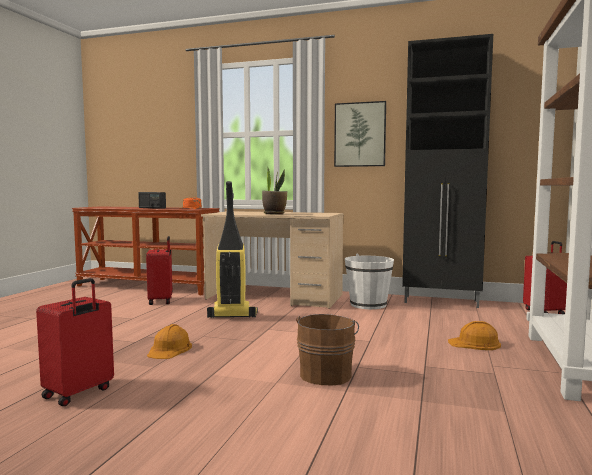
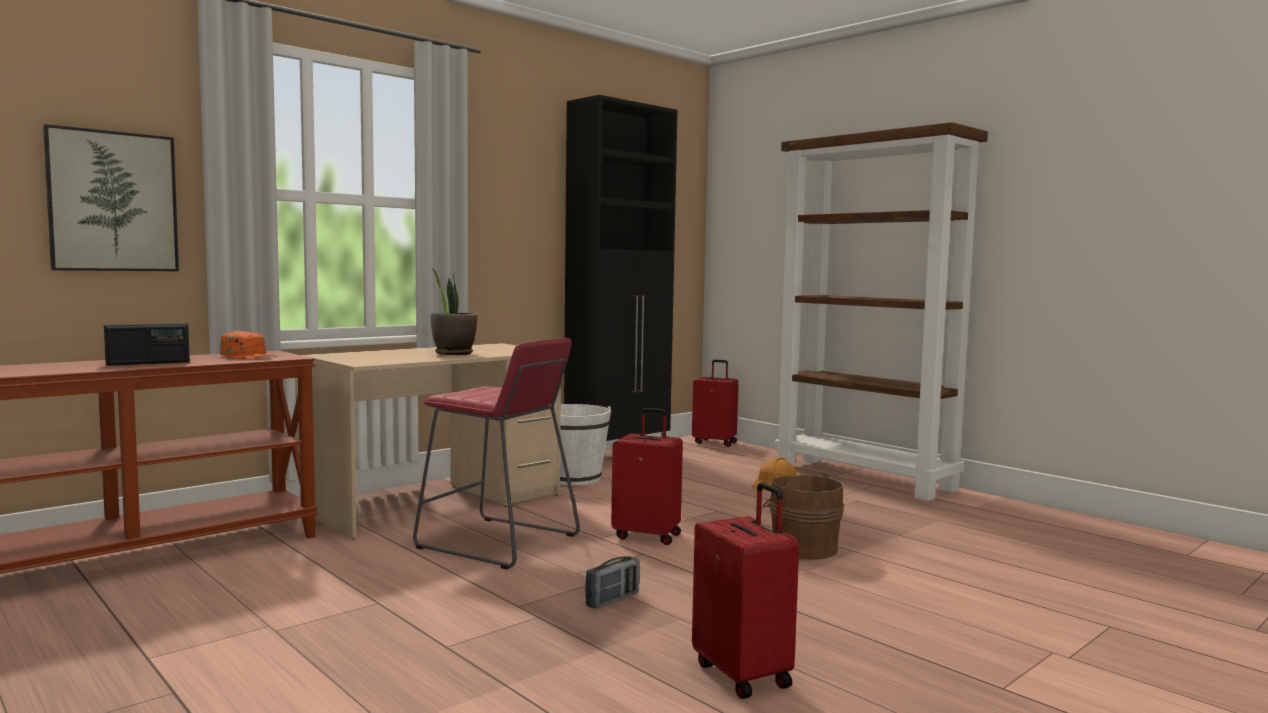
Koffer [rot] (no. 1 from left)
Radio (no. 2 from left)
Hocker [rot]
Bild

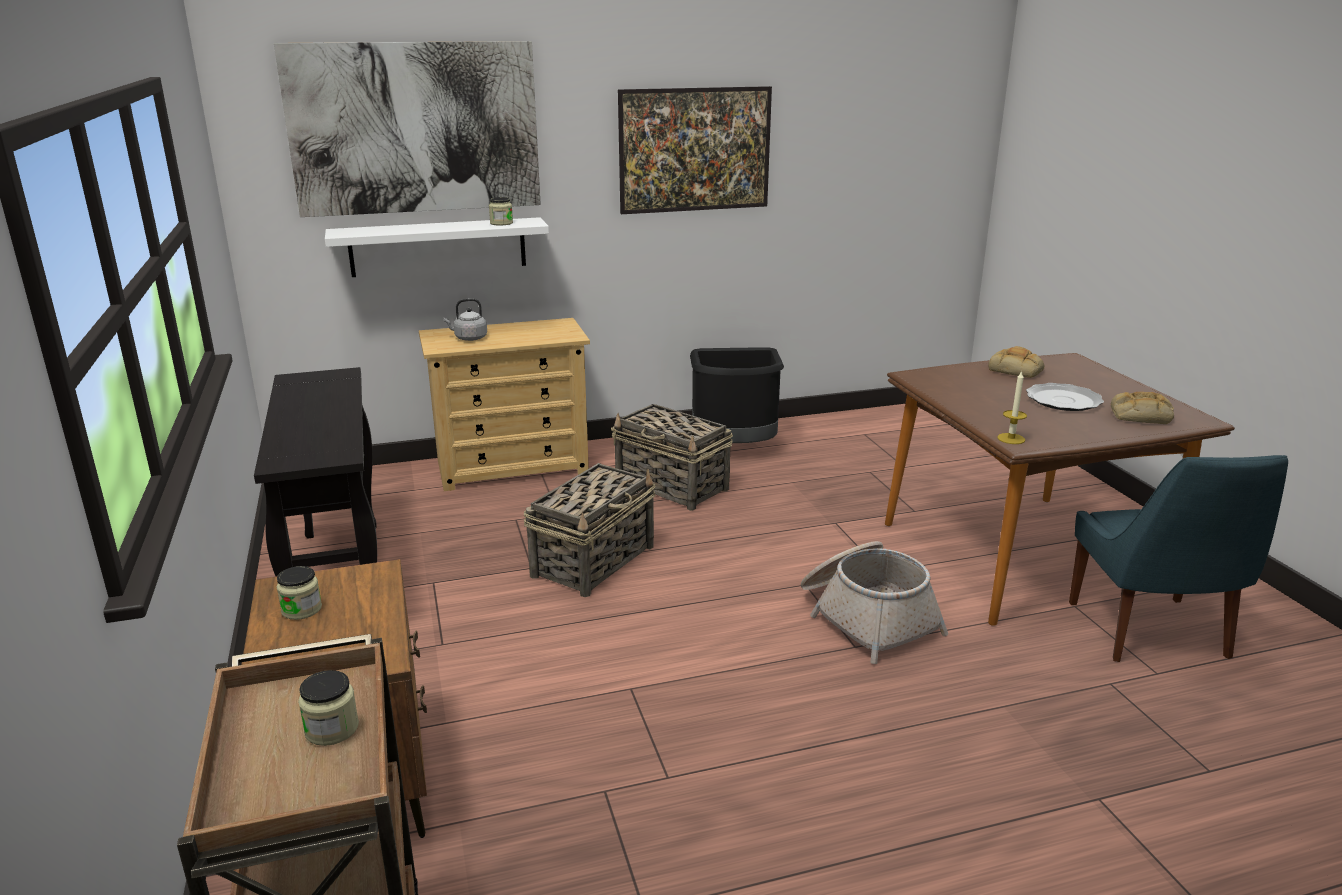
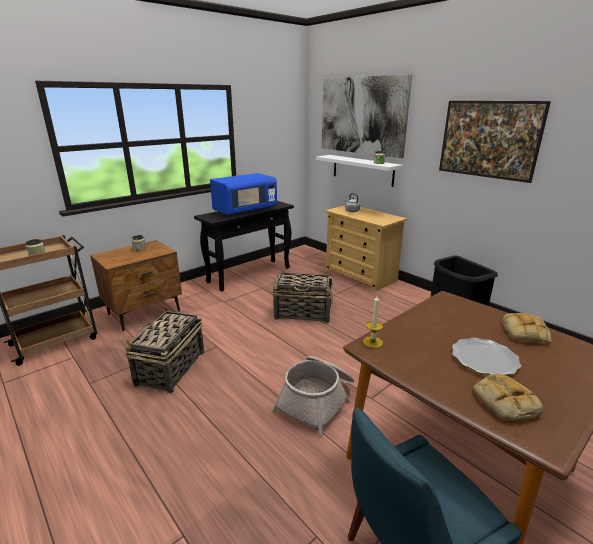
Korb (no. 1 from left)
Mikrowelle [blau]

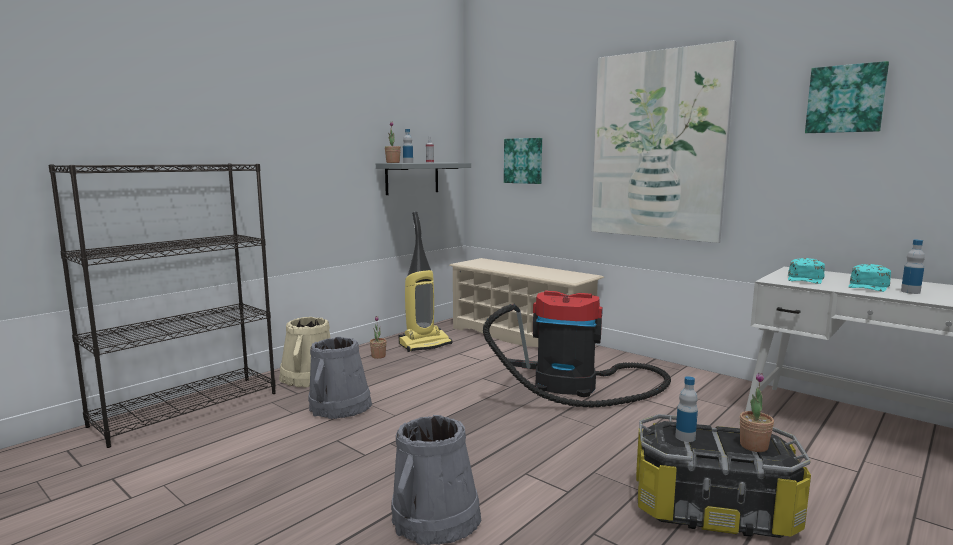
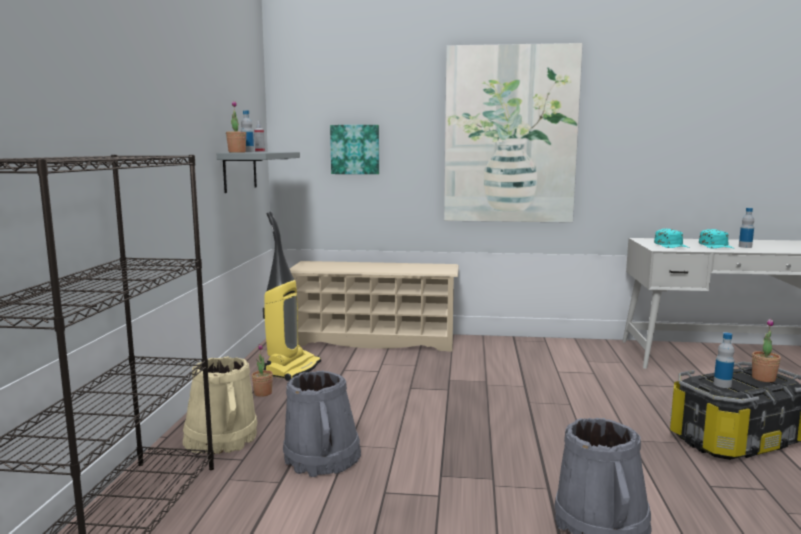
Staubsauger (no. 2 from left in the first image)
Bild (no. 3 from left in the first image)

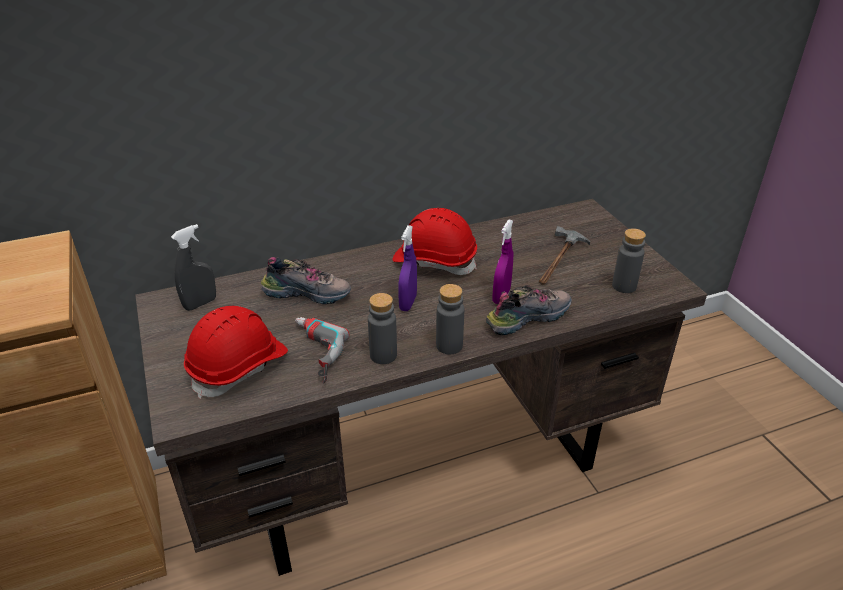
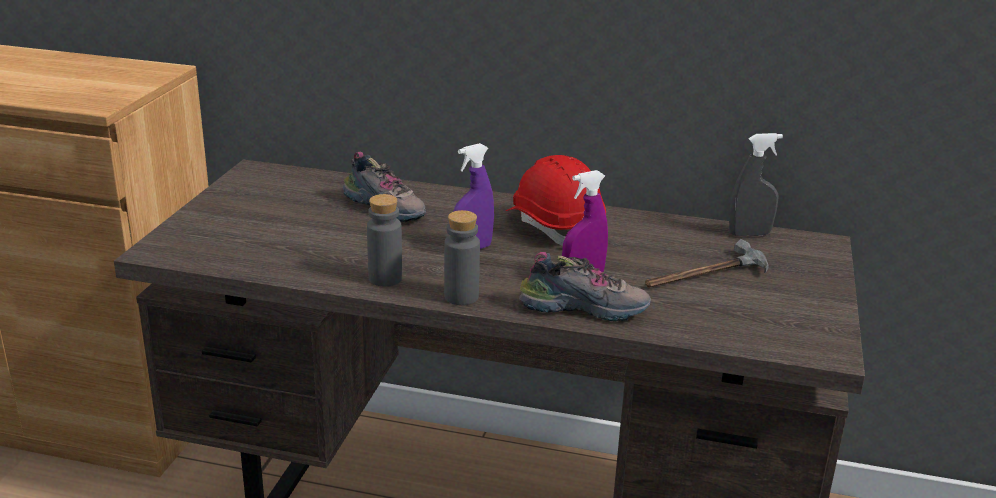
Sprühflasche [grau]
Schutzhelm [rot] (no. 1 from left in the first image)
Bohrmaschine
Flasche [grau] (no. 3 from left in the first image)

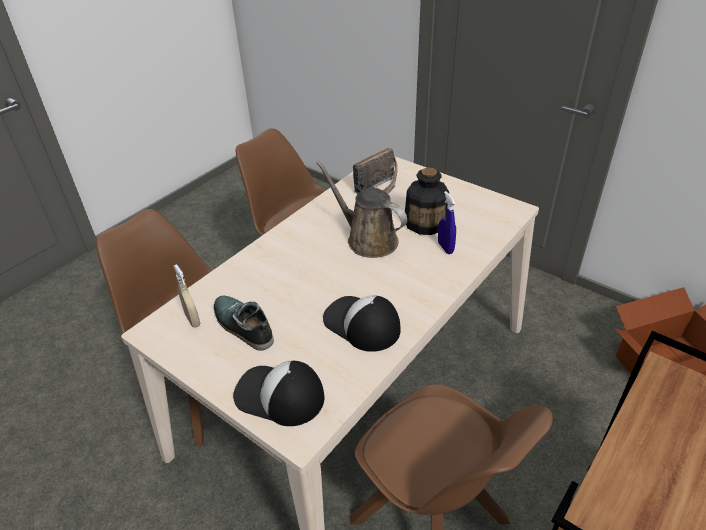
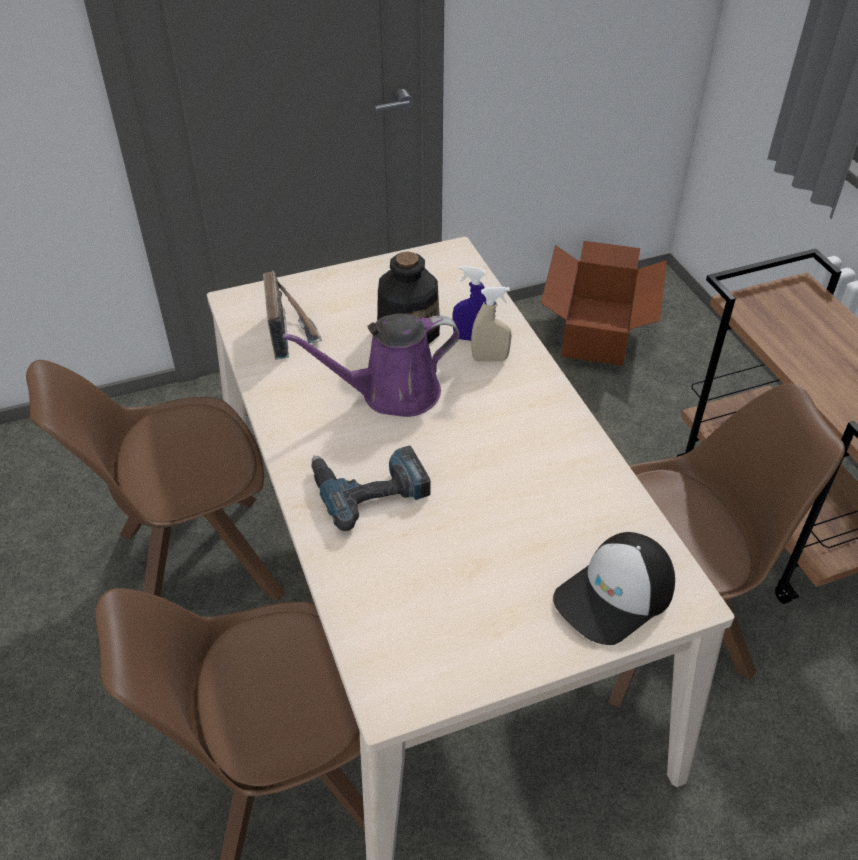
Sprühflasche [beige]
Schuh
Gießkanne [lila]
Kappe (no. 2 from left in the first image)
Bohrmaschine

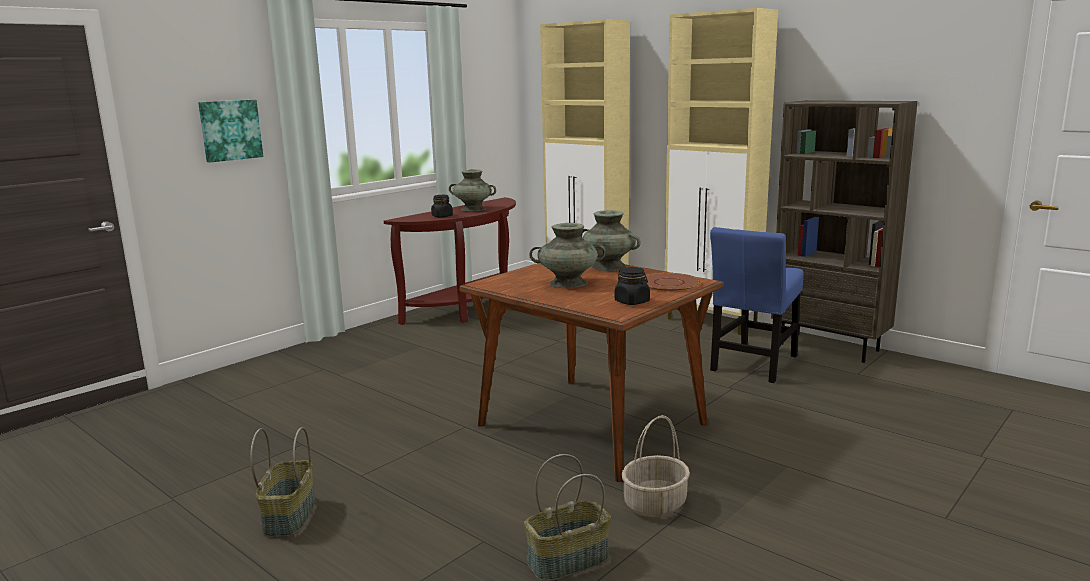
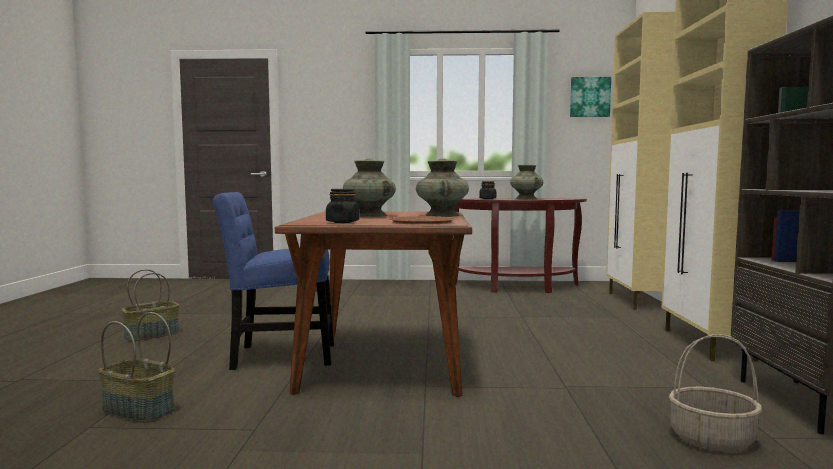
Bild
Korb (no. 3 from left)
Stuhl [blau]

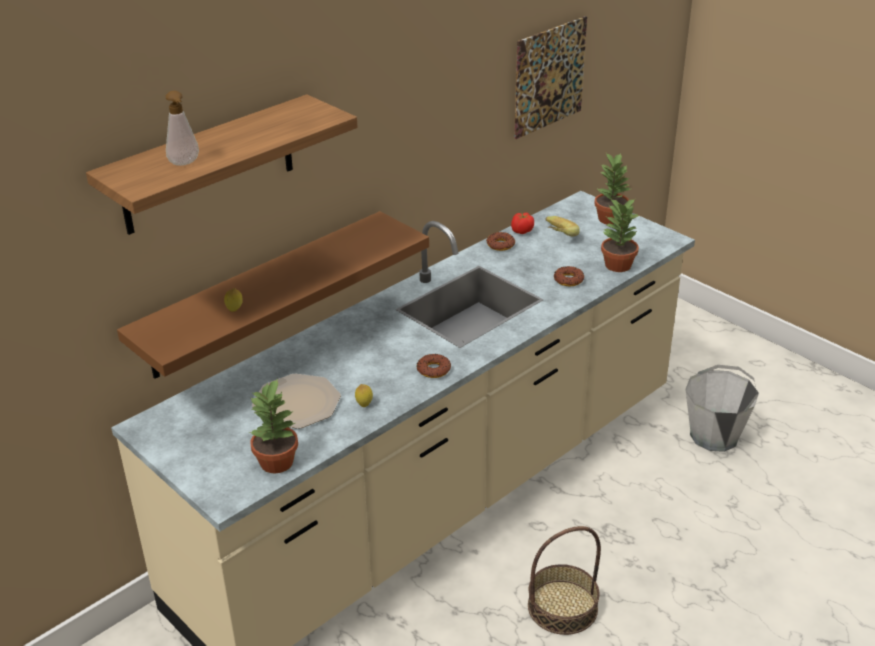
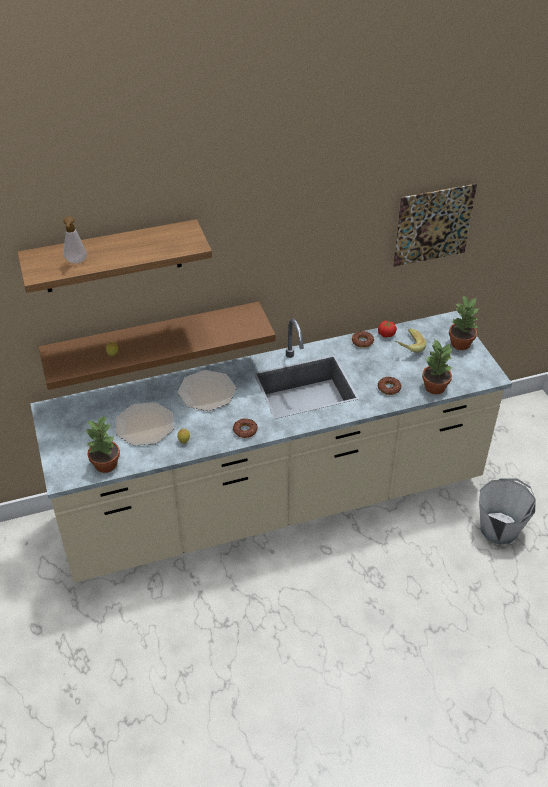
Korb
Teller (no. 2 from left)

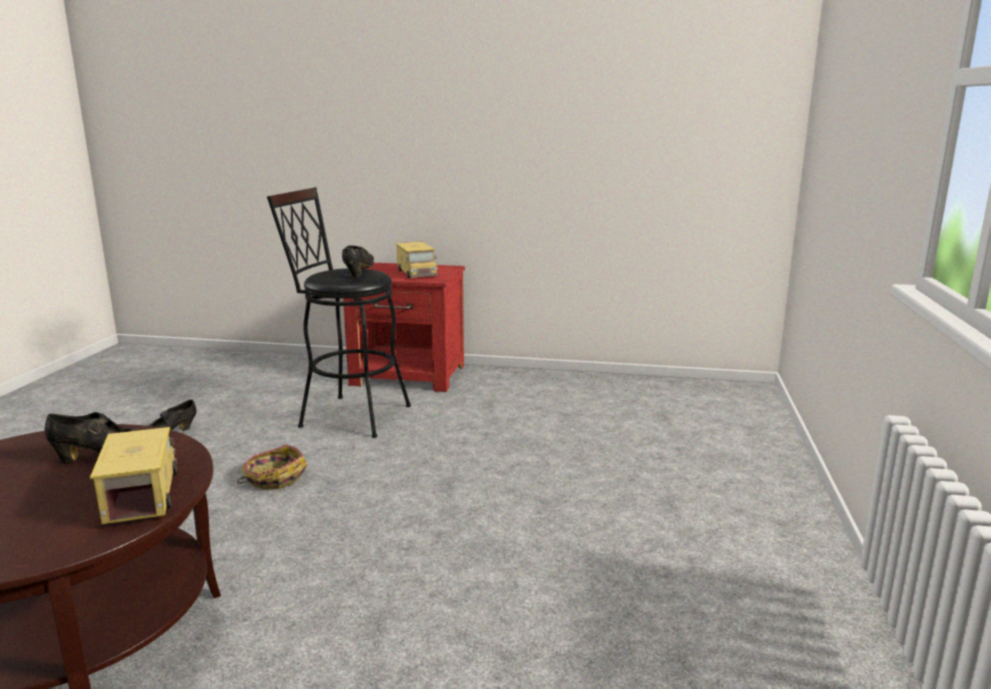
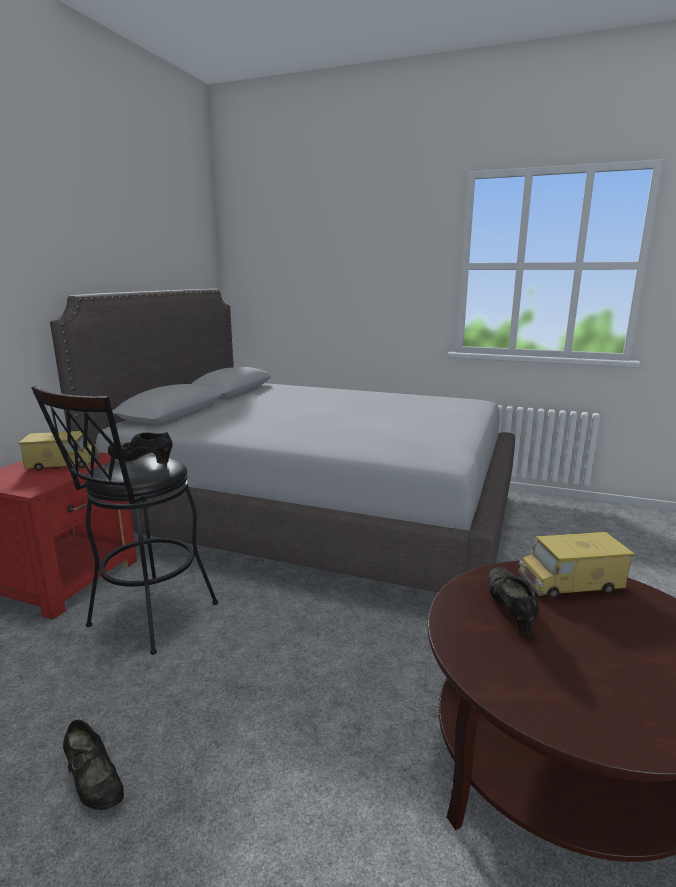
Korb
Bett [grau]

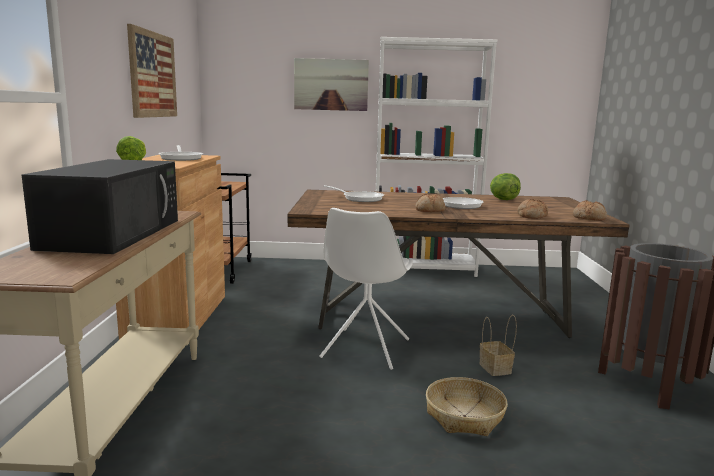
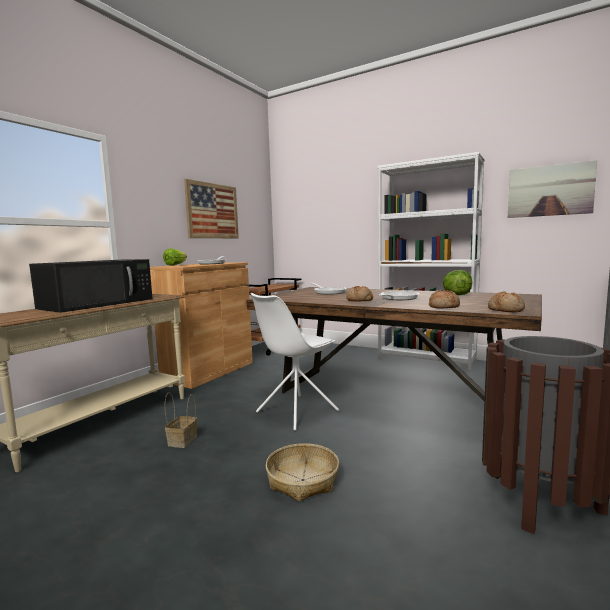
Bild (no. 2 from left)
Korb (no. 1 from left)

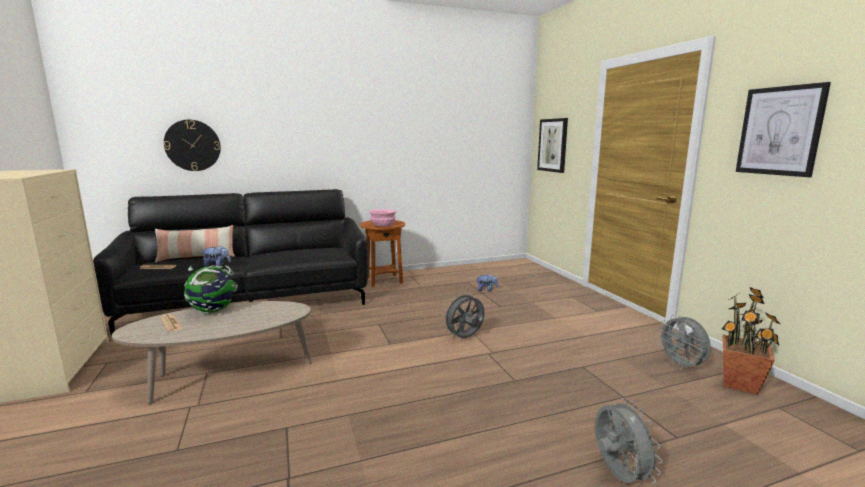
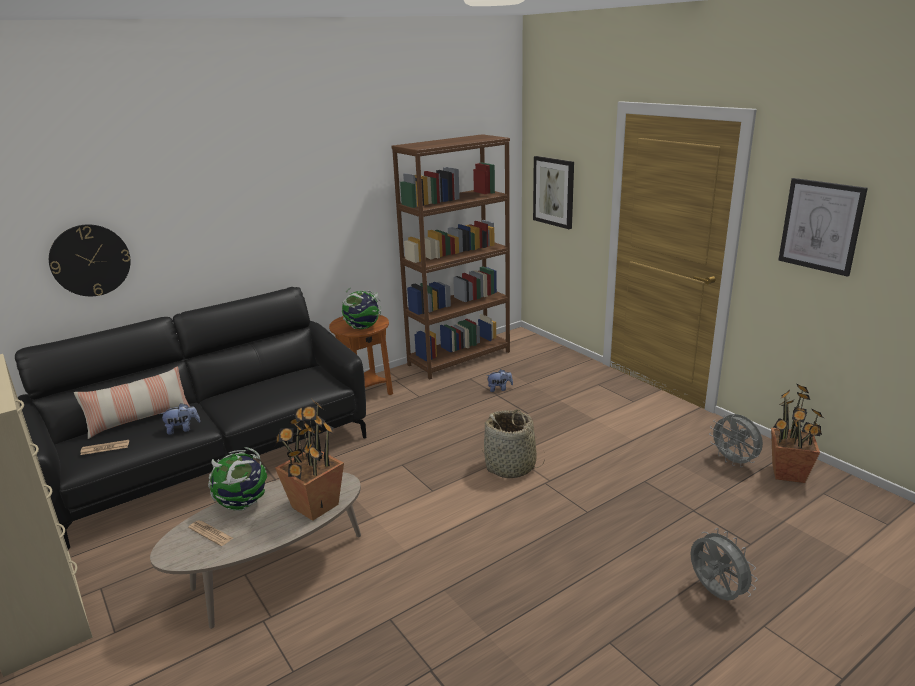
Globus (no. 2 from left)
Korb
Topfpflanze (no. 1 from left)
Bücherregal [braun]

